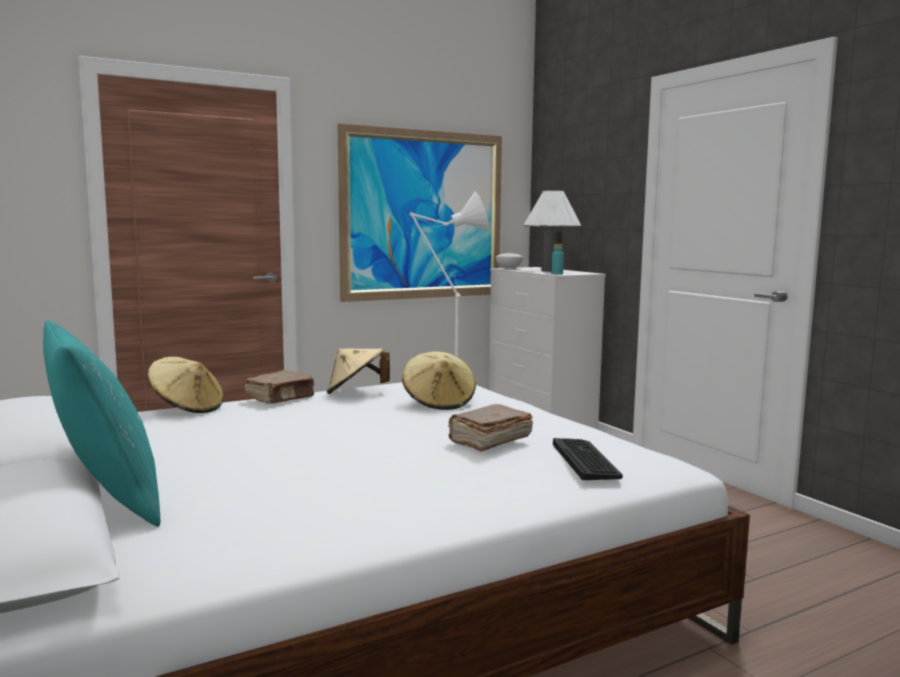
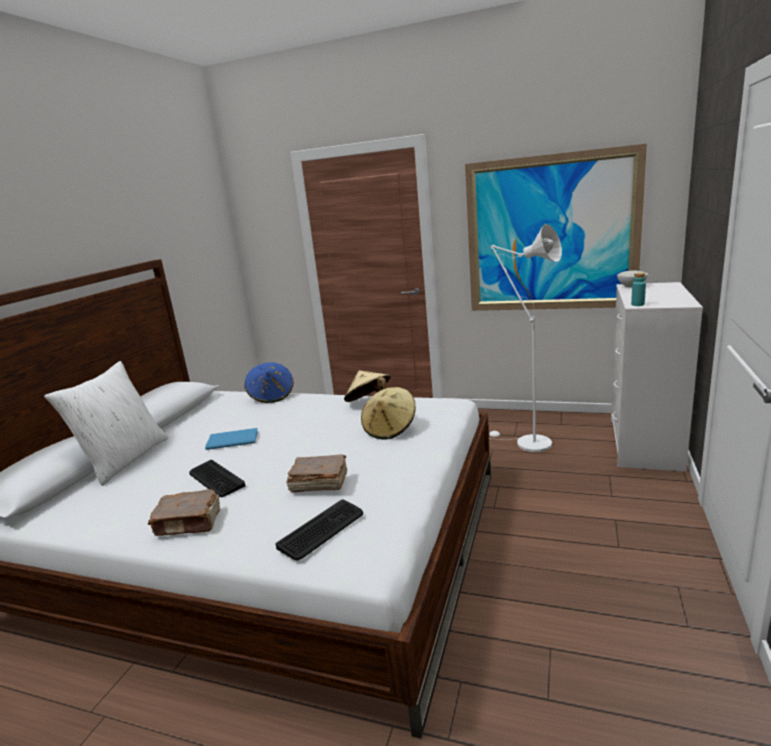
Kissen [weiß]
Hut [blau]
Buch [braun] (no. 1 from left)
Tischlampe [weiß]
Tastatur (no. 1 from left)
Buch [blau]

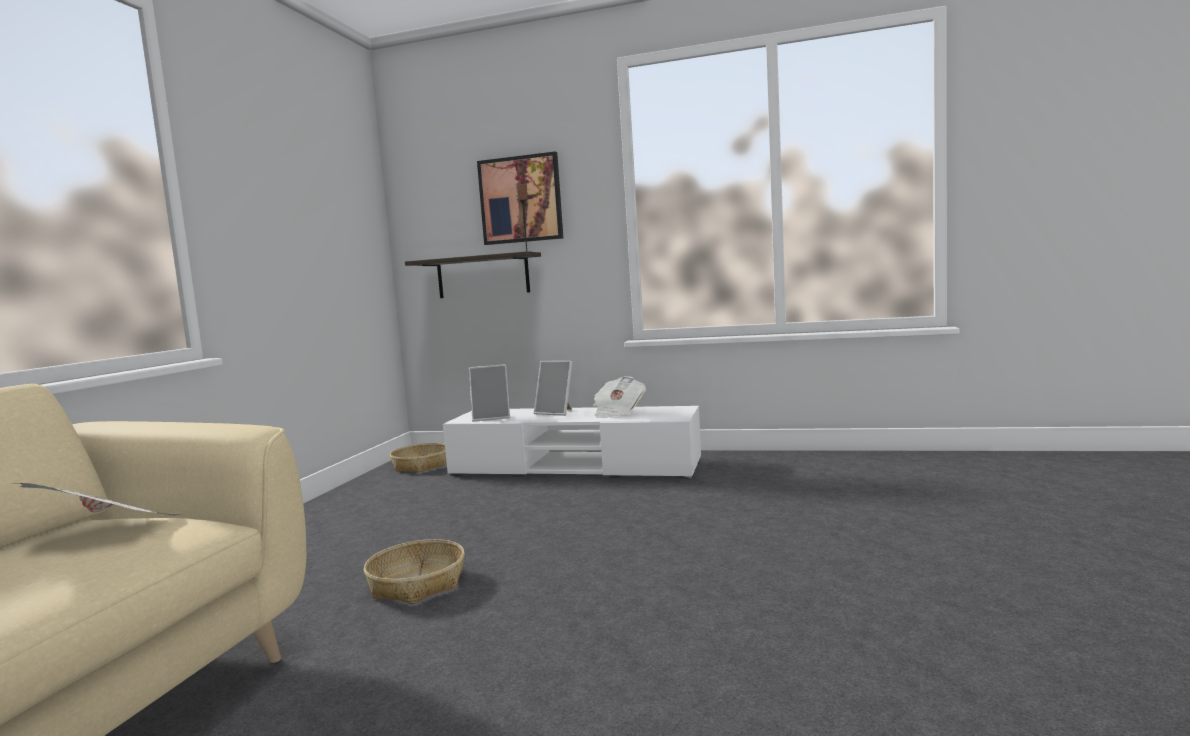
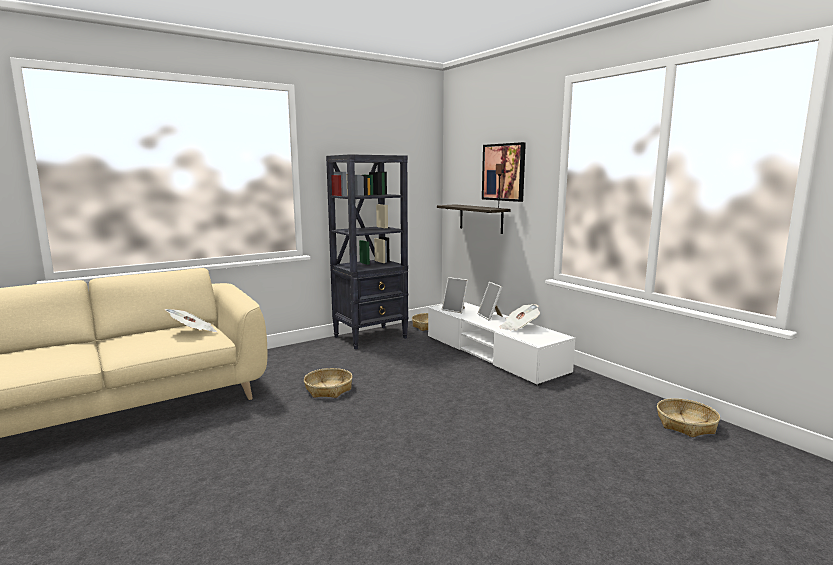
Bücherregal [schwarz]
Korb (no. 3 from left)

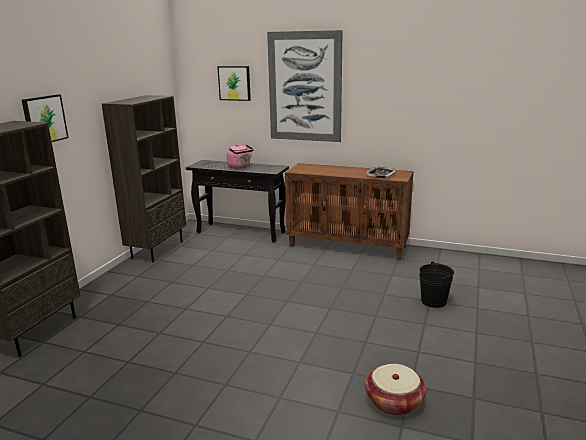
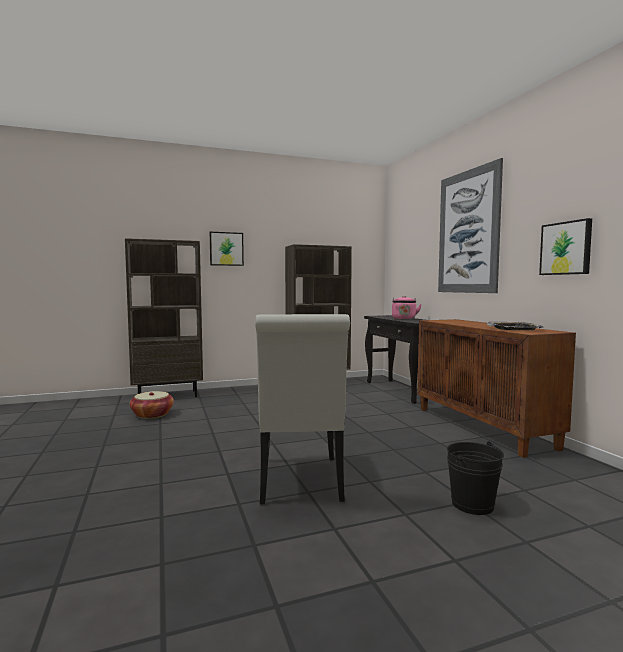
Bild (no. 3 from left)
Korb
Stuhl [weiß]

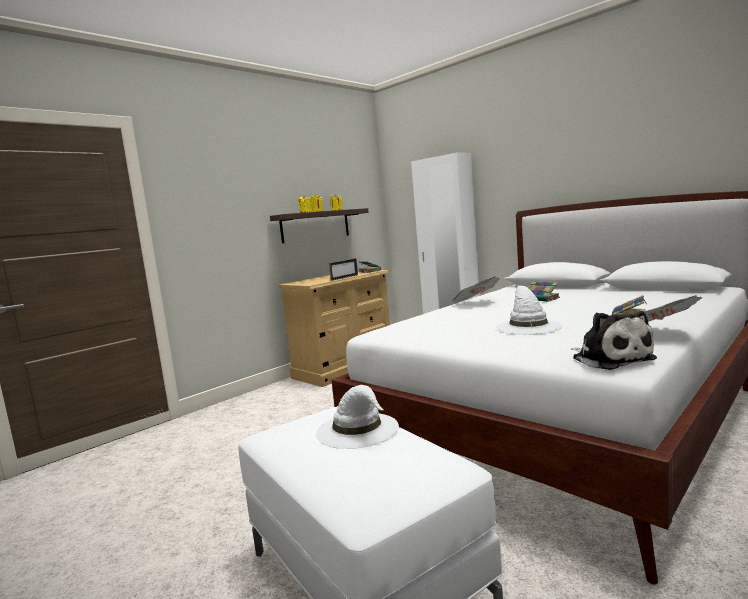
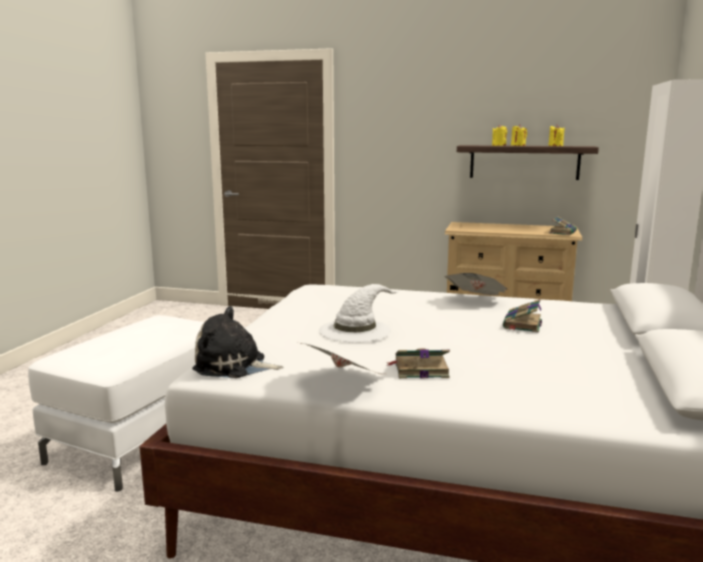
Hut [weiß] (no. 1 from left in the first image)
Bilderrahmen
Plüschtier

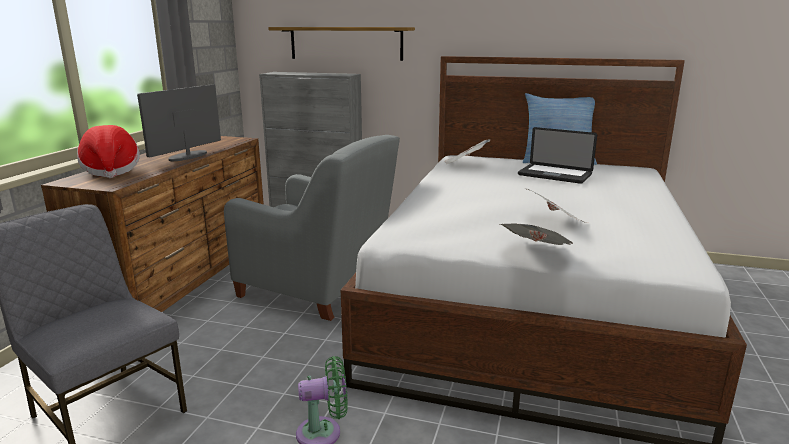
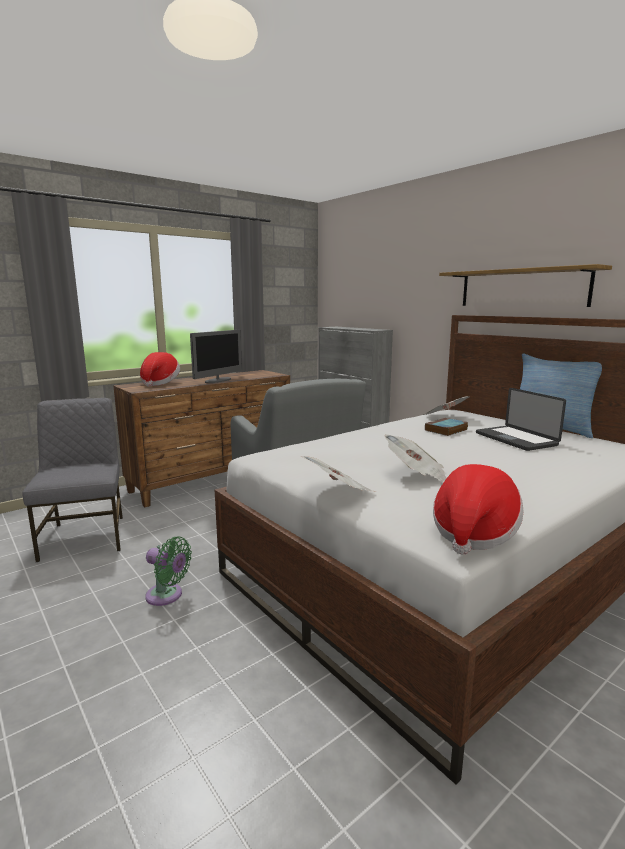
Monitor
Wandregal
Buch
Hut (no. 2 from left)

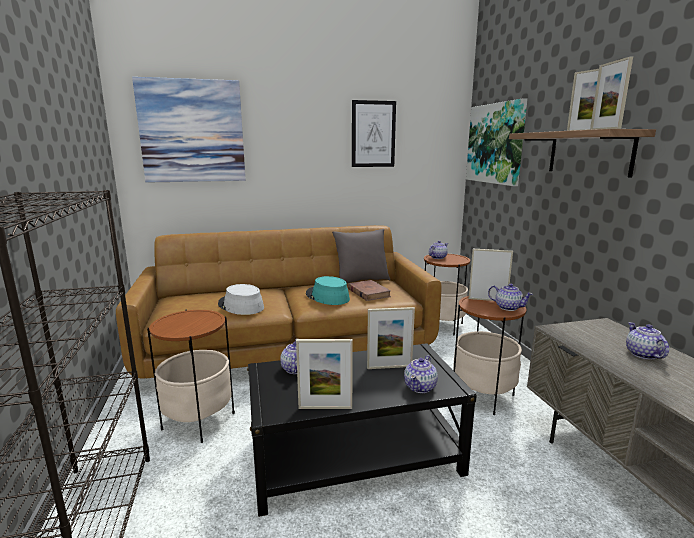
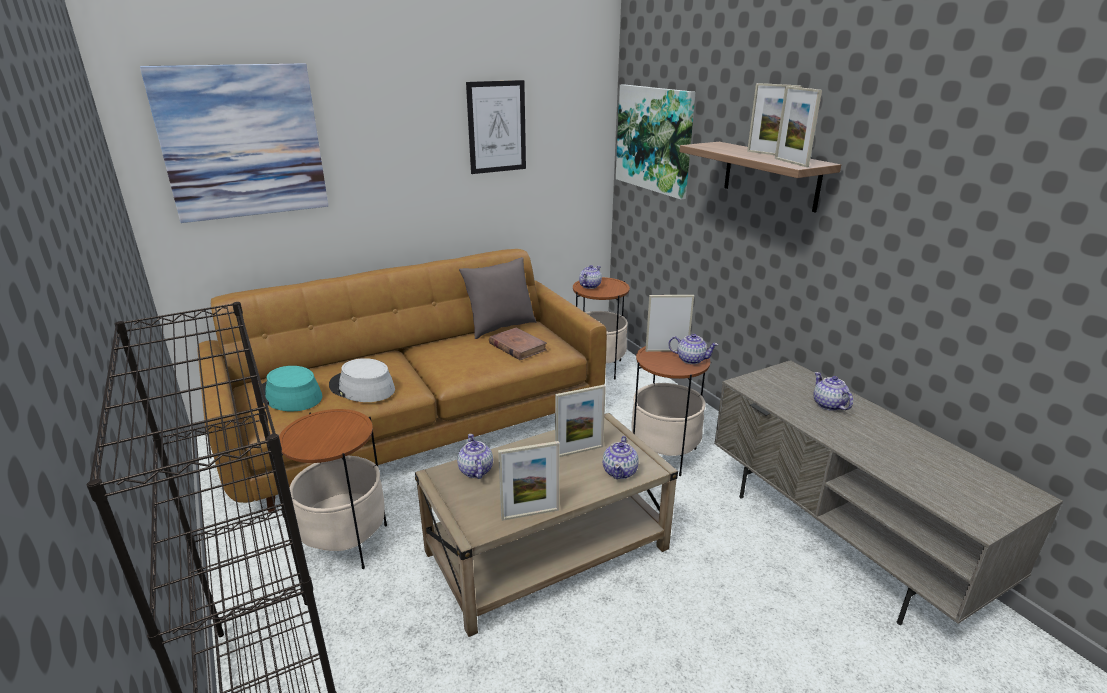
Couchtisch [beige]
Hut [türkis]

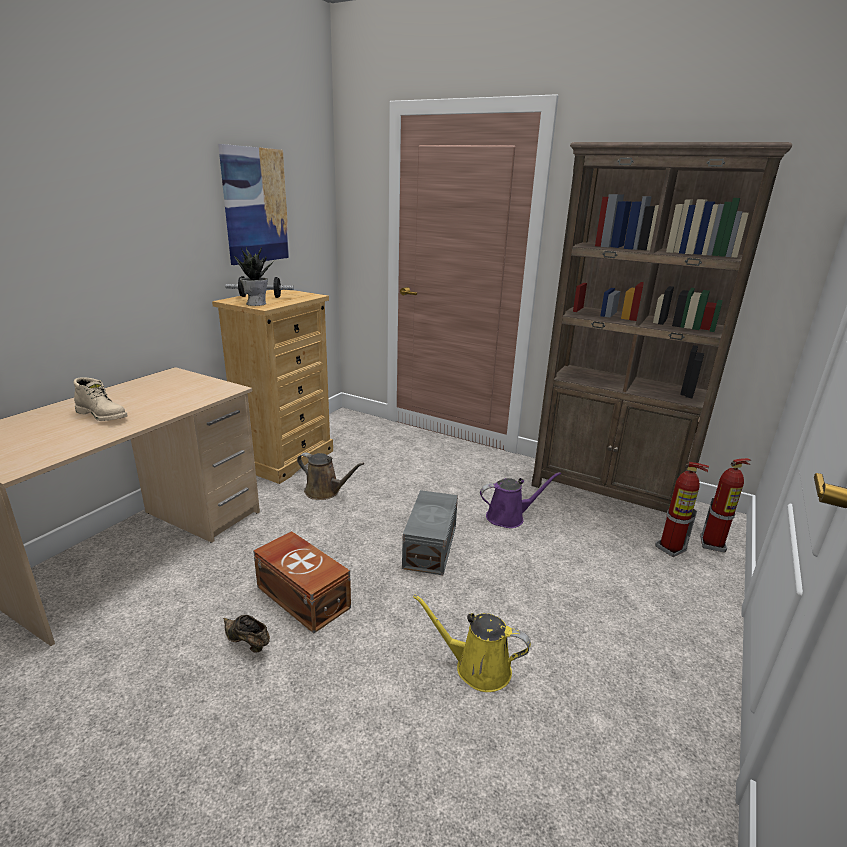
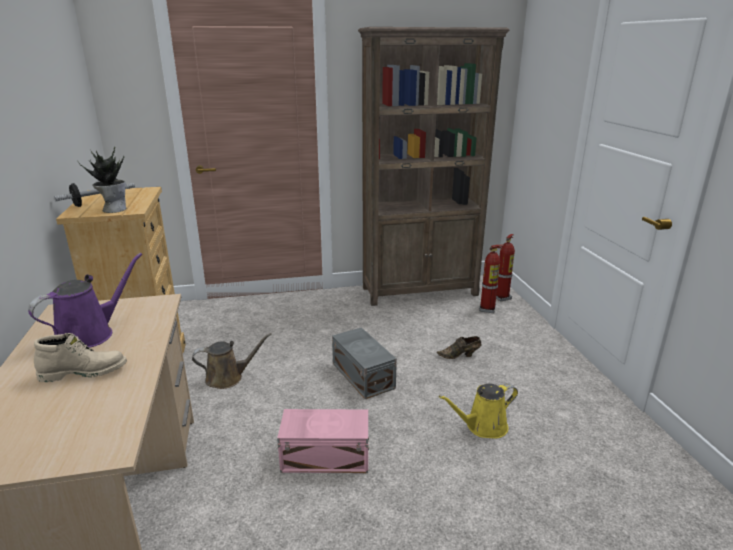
Bild
Schuh [braun]
Aufbewahrungsbox [rosa]
Gießkanne [lila]

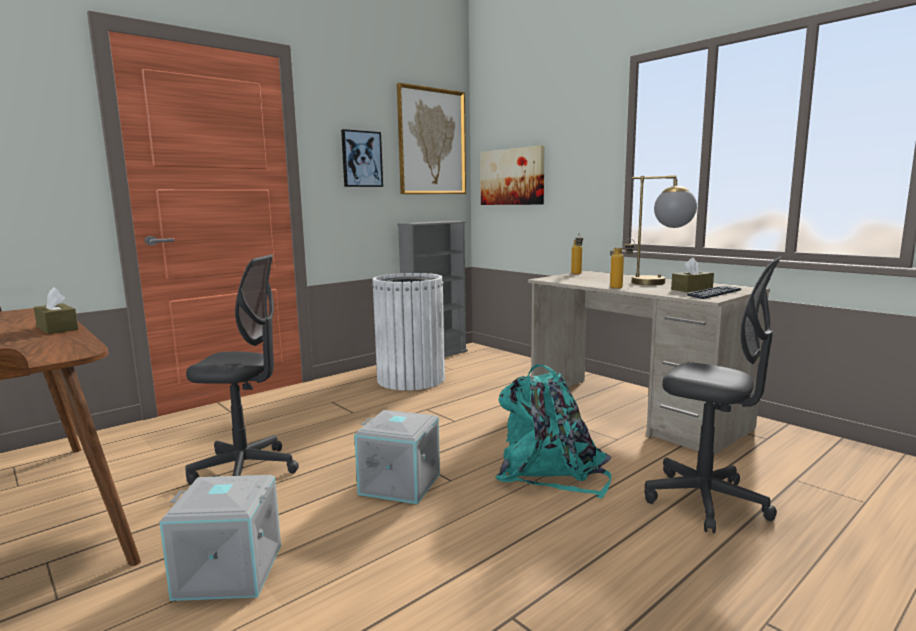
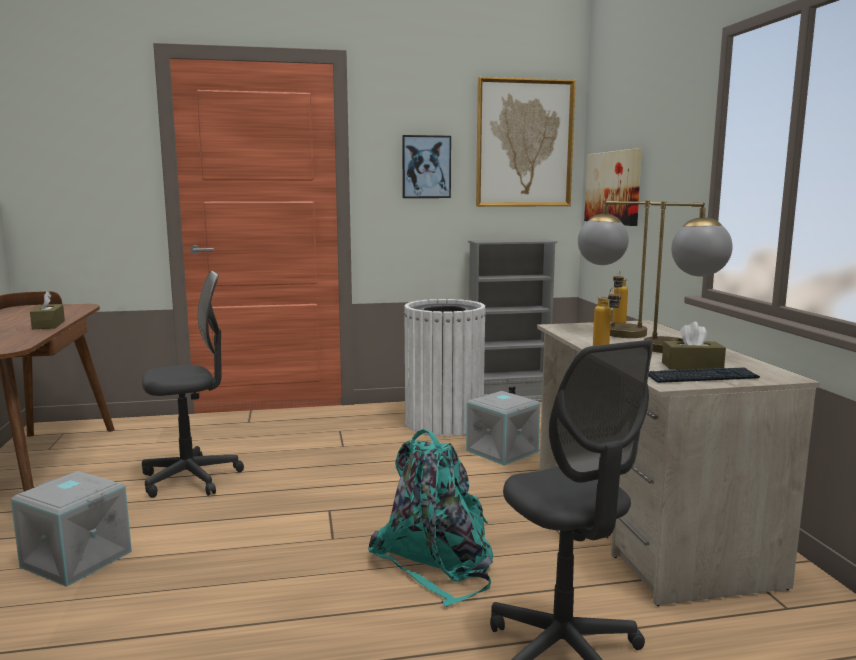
Bürostuhl [grau] (no. 1 from left)
Aufbewahrungsbox [grau] (no. 2 from left)
Tischlampe (no. 1 from left)

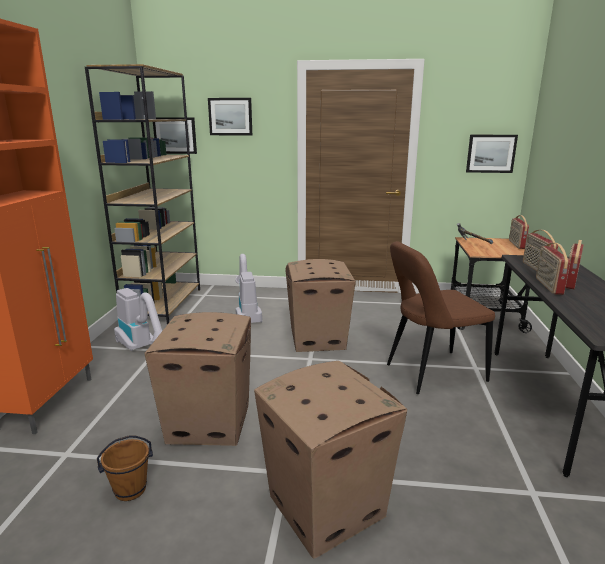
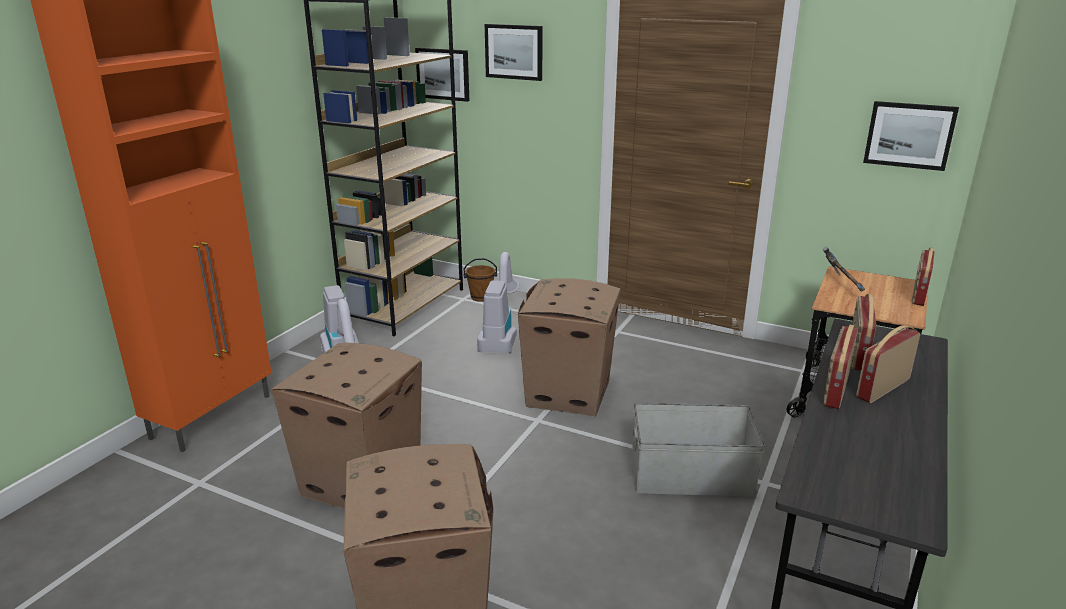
Eimer [braun]
Aufbewahrungsbox [grau]

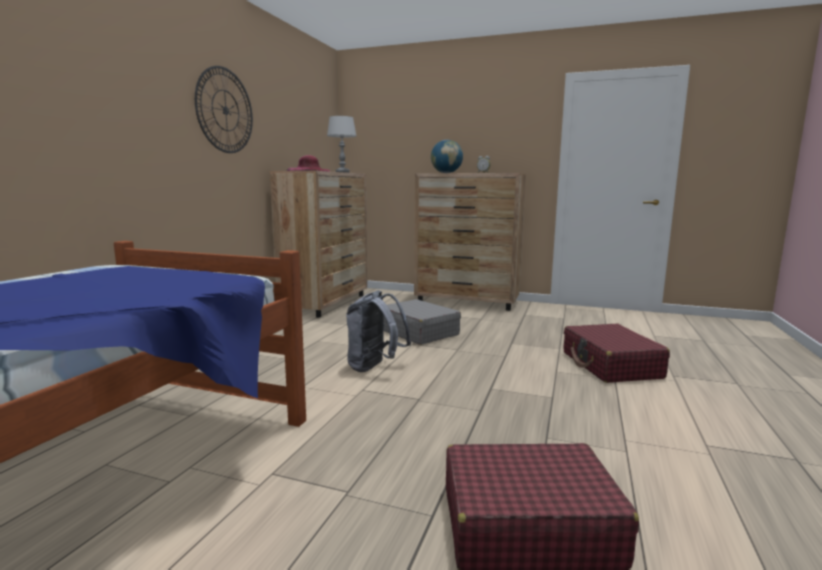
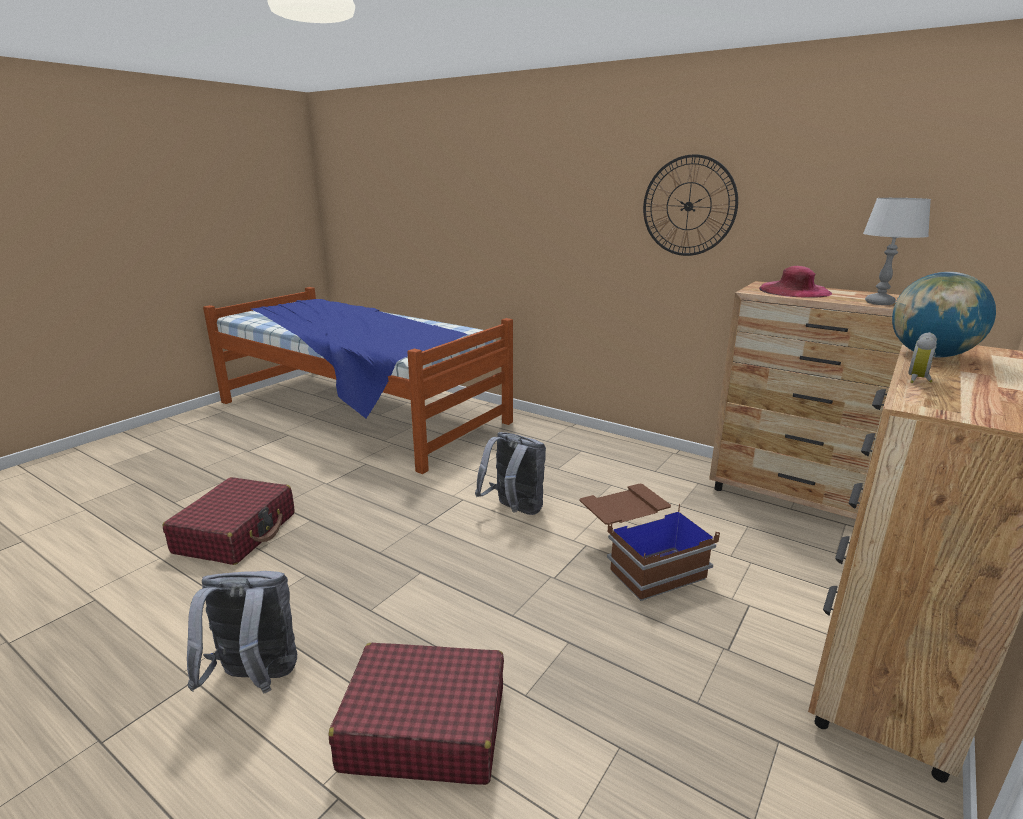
Aufbewahrungsbox [braun]
Rucksack [grau] (no. 1 from left)

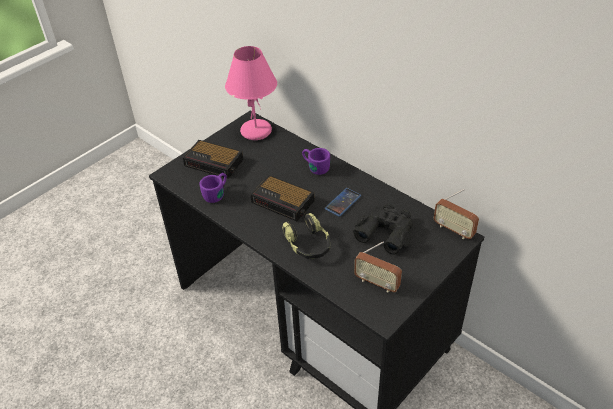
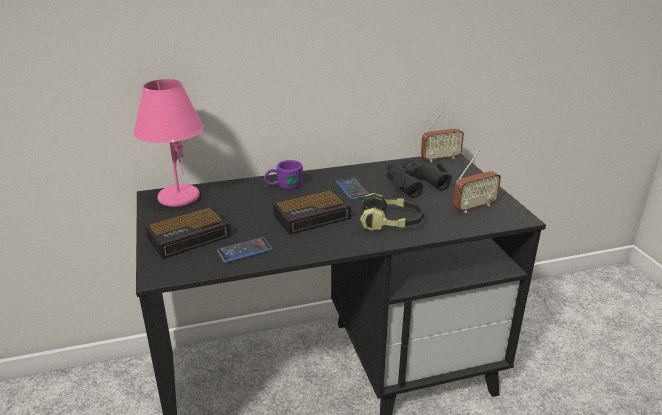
Handy (no. 1 from left)

